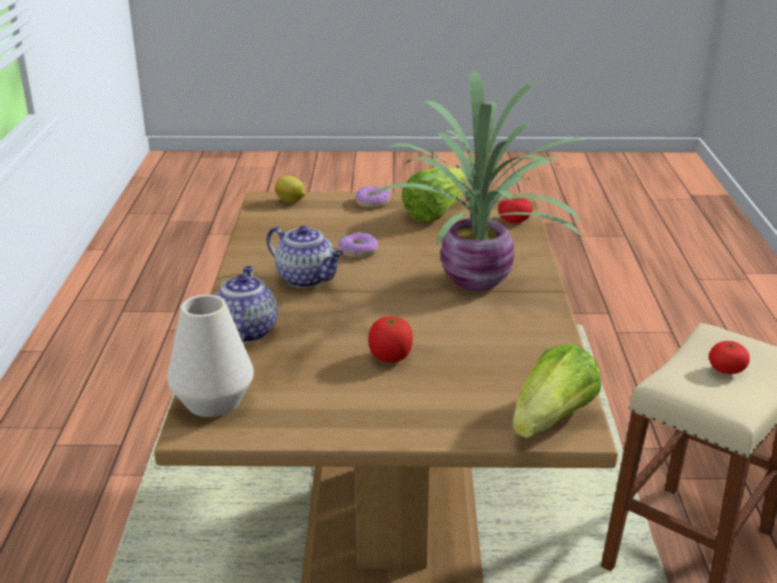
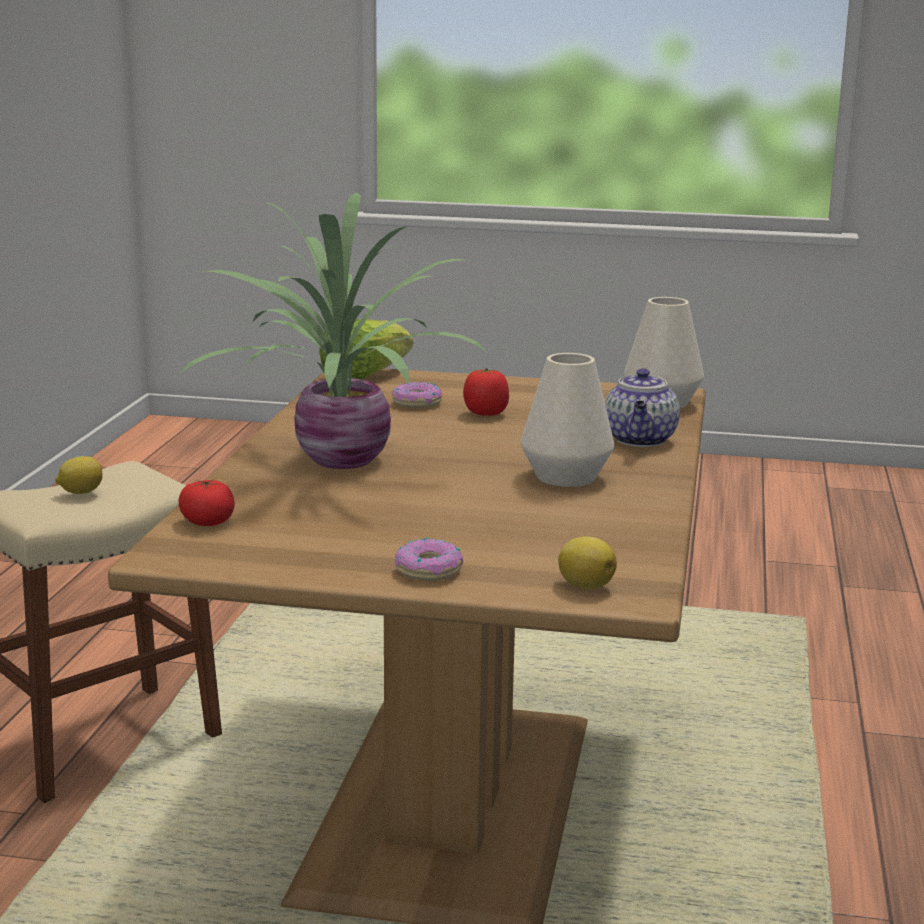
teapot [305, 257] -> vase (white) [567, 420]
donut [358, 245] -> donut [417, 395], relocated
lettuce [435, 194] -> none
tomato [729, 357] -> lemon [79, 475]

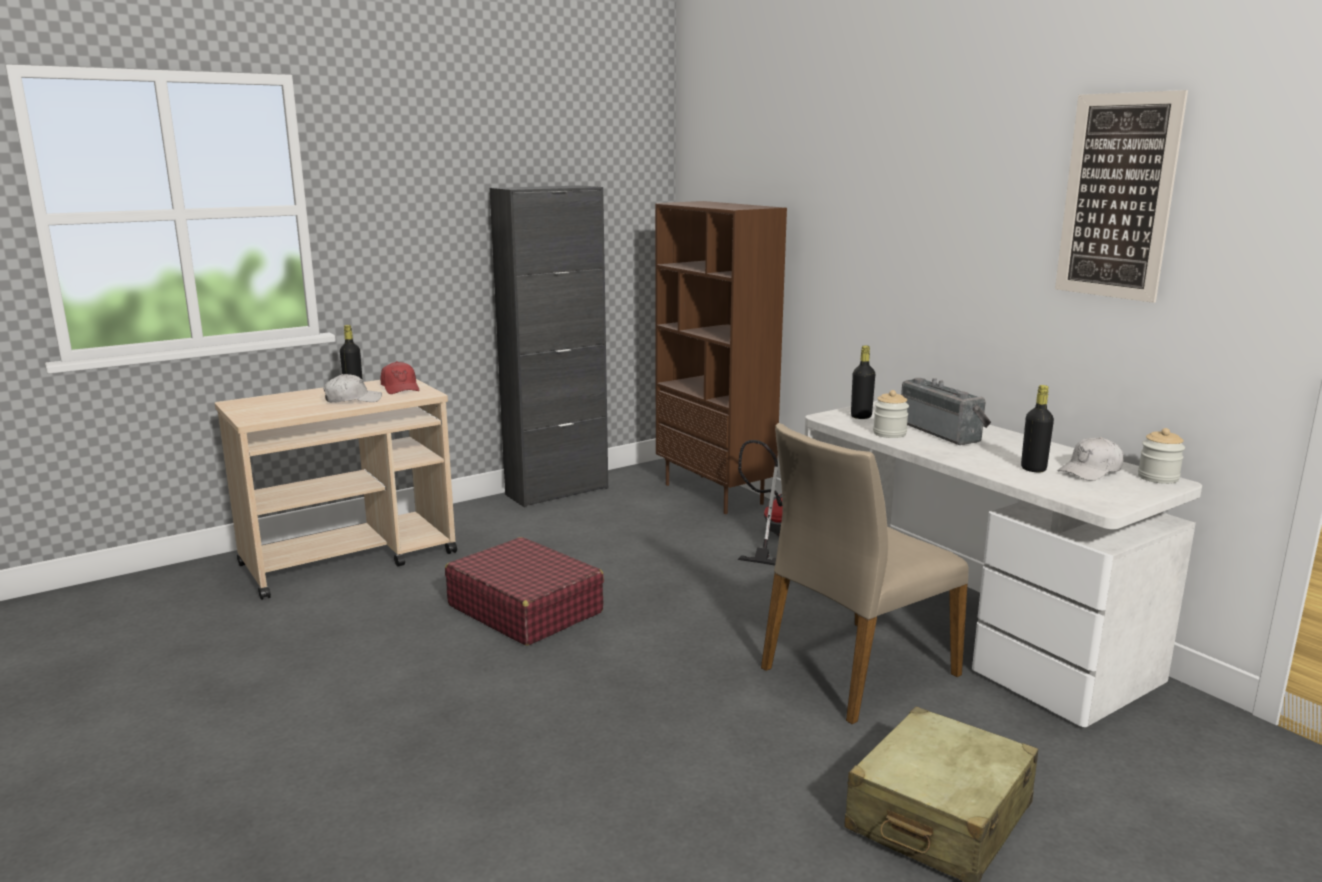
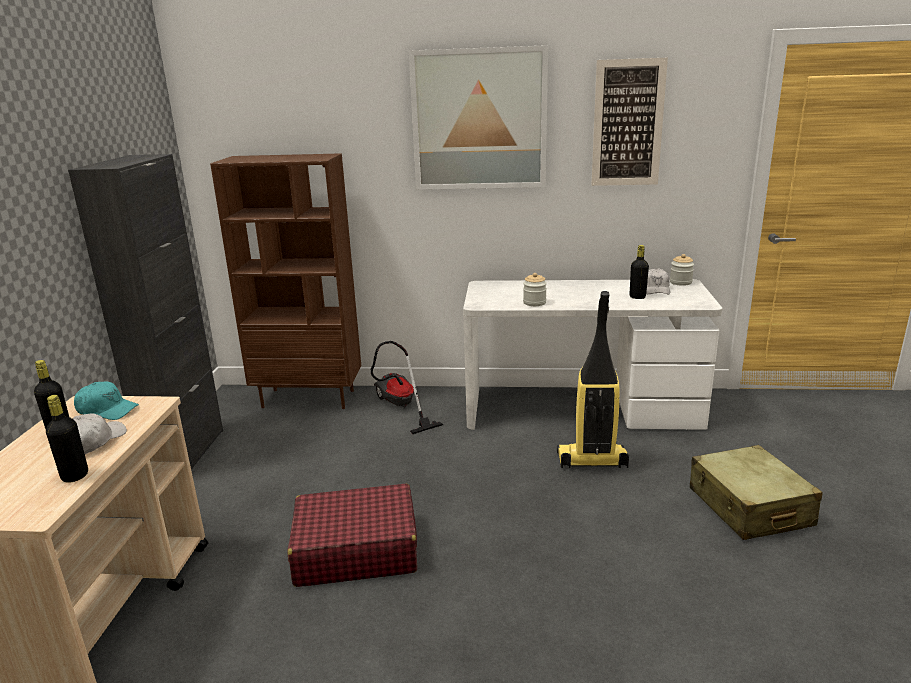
cap (red) [399, 377] -> cap (turquoise) [106, 401]
chair (beige) [865, 573] -> vacuum cleaner [593, 379]
bottle (black) [863, 382] -> bottle (black) [67, 439], relocated
radio [946, 411] -> none
none -> picture [478, 117]

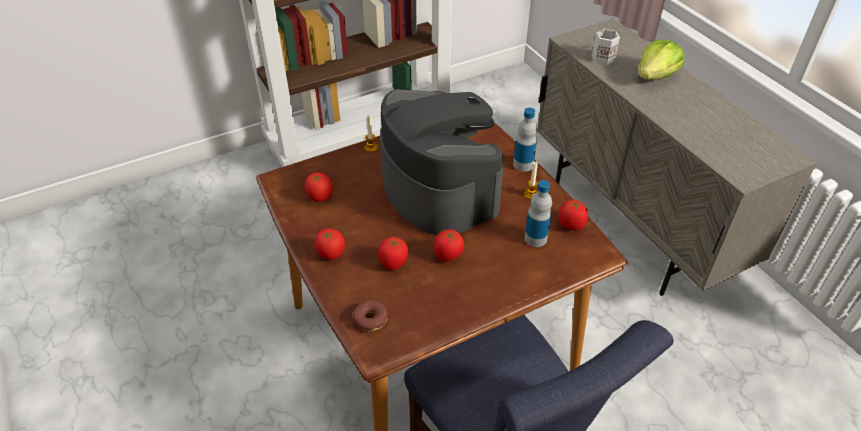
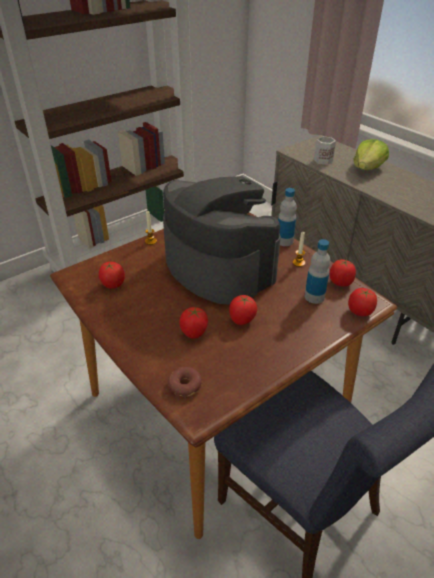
tomato [329, 244] -> tomato [362, 302], relocated

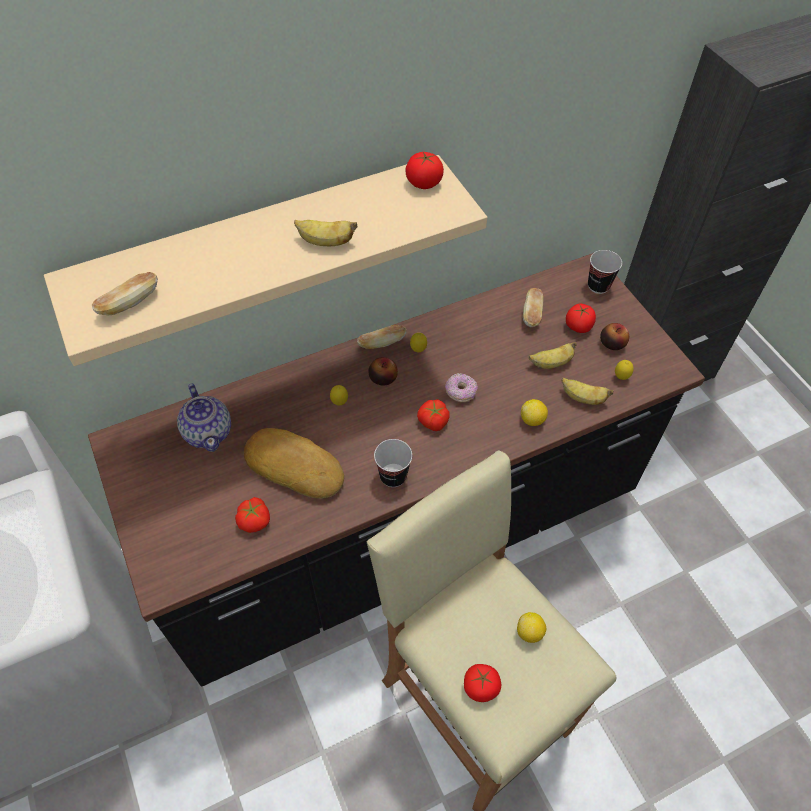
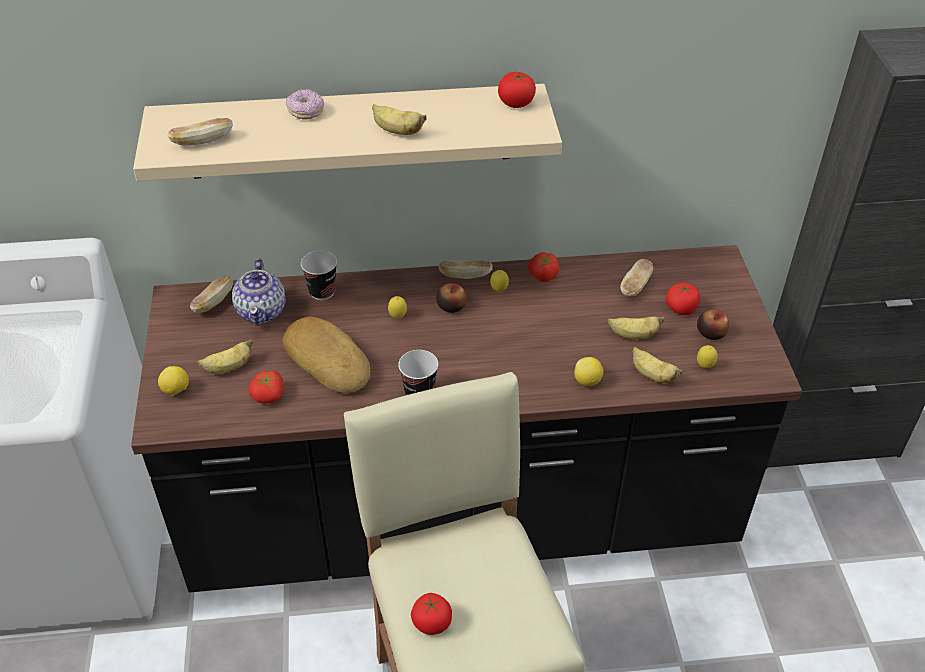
tomato [433, 415] -> tomato [544, 267], relocated
donut [461, 387] -> donut [305, 104], relocated
lemon [531, 627] -> lemon [173, 381], relocated
cup [605, 272] -> cup [319, 275], relocated
none -> bread [211, 294]
none -> banana [225, 356]

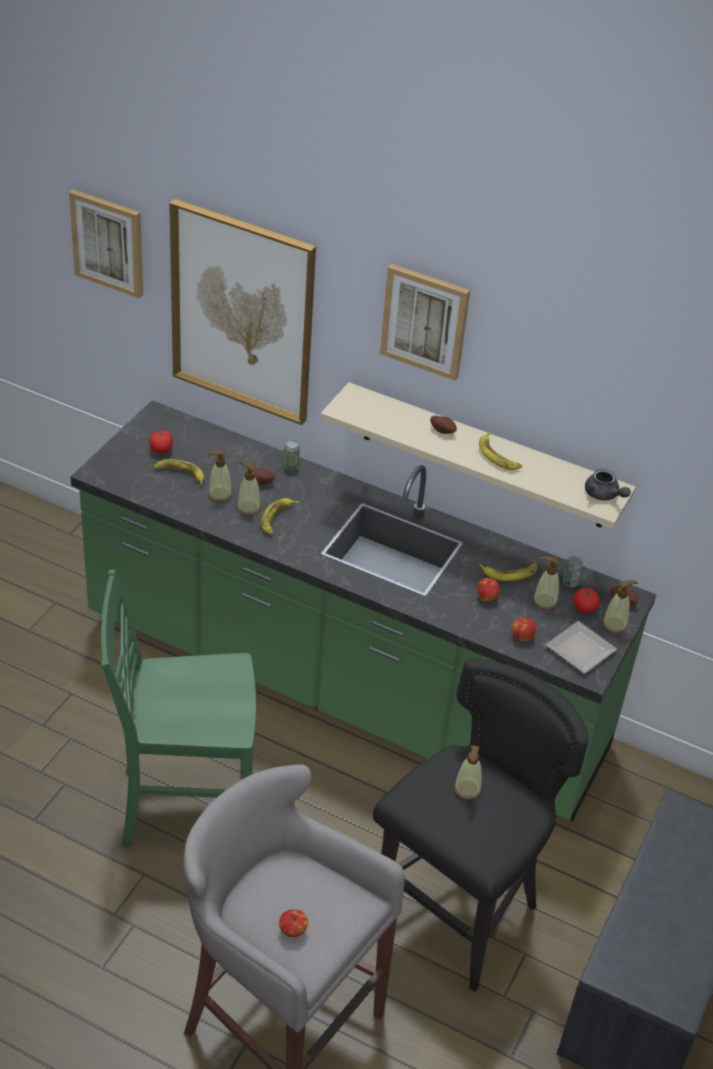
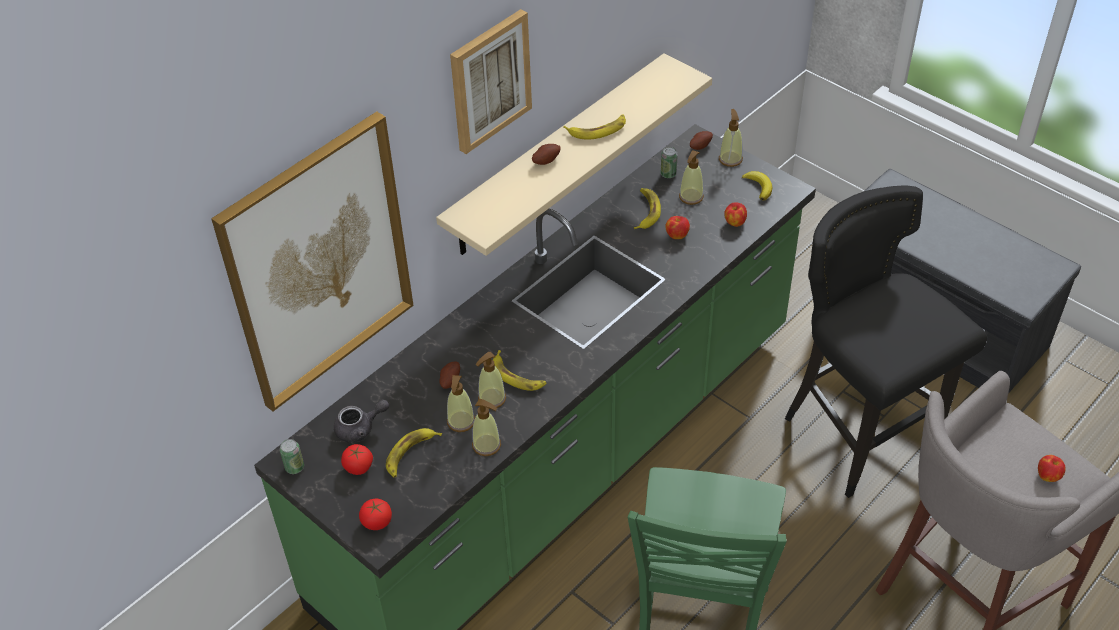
picture [106, 243] -> none
can [292, 455] -> can [292, 456], relocated
soap dispenser [468, 772] -> soap dispenser [486, 427], relocated
plate [581, 647] -> banana [757, 185]
tomato [586, 600] -> tomato [375, 514], relocated
teapot (grey) [608, 485] -> teapot (grey) [361, 421], relocated

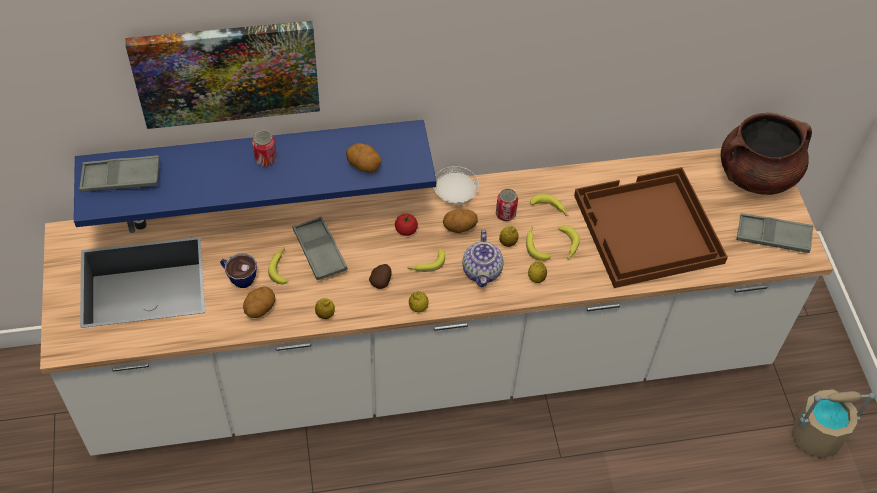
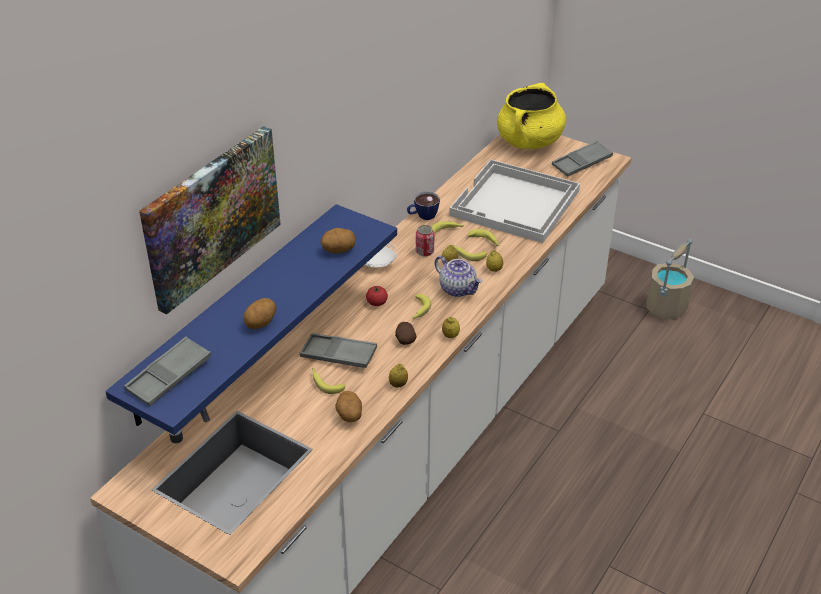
cup [238, 270] -> cup [423, 205], relocated
can [264, 148] -> none
potato [460, 221] -> potato [259, 313], relocated
tray (brown) [651, 227] -> tray (white) [514, 201]
cooking pot (brown) [766, 154] -> cooking pot (yellow) [531, 116]

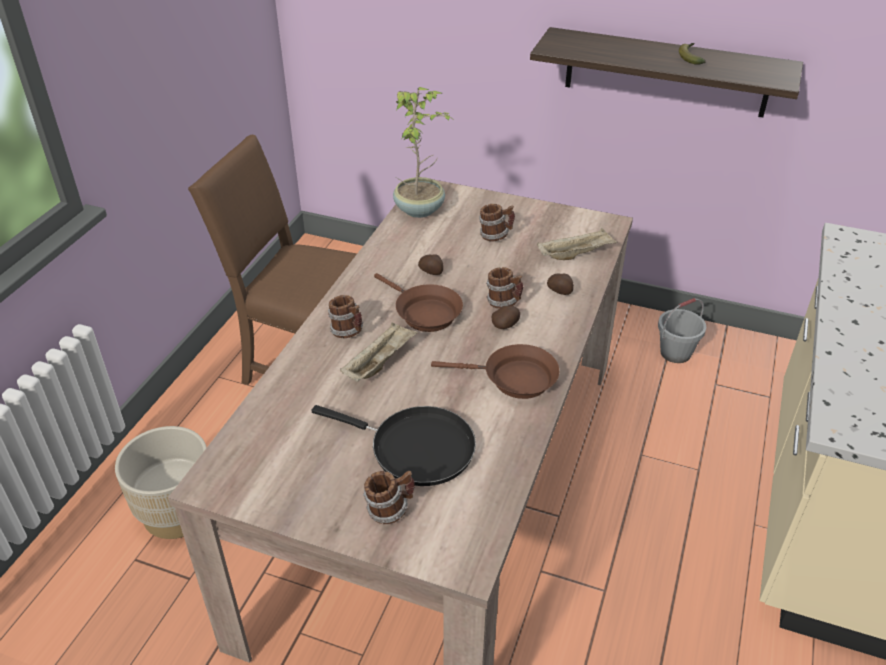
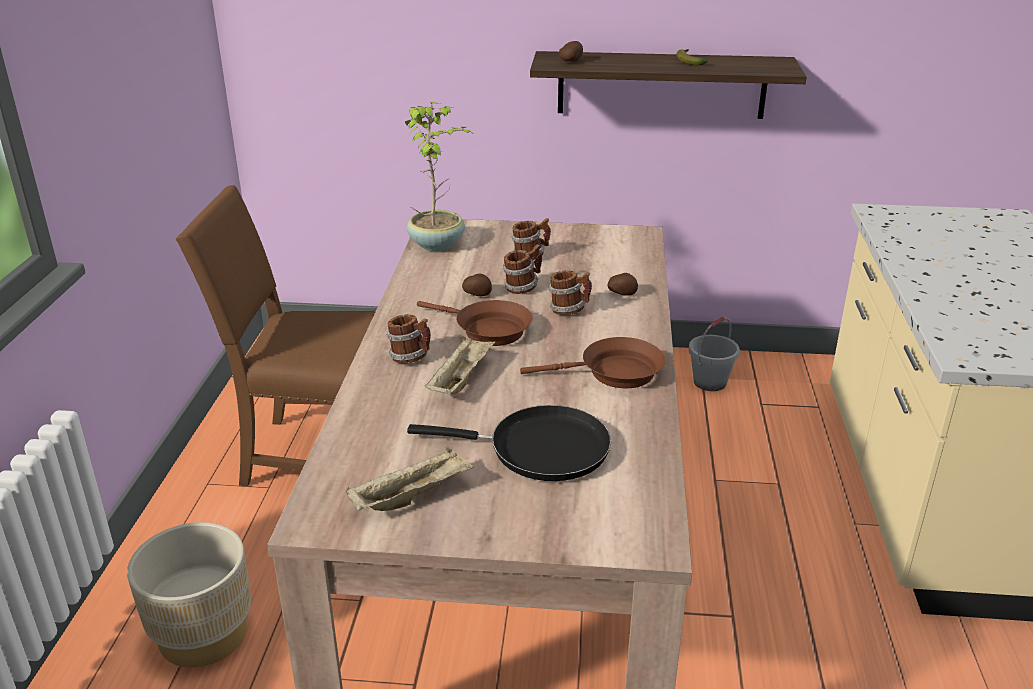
mug [389, 497] -> mug [522, 269], relocated
potato [506, 317] -> potato [571, 51], relocated
tray (beige) [577, 244] -> tray (beige) [410, 479], relocated

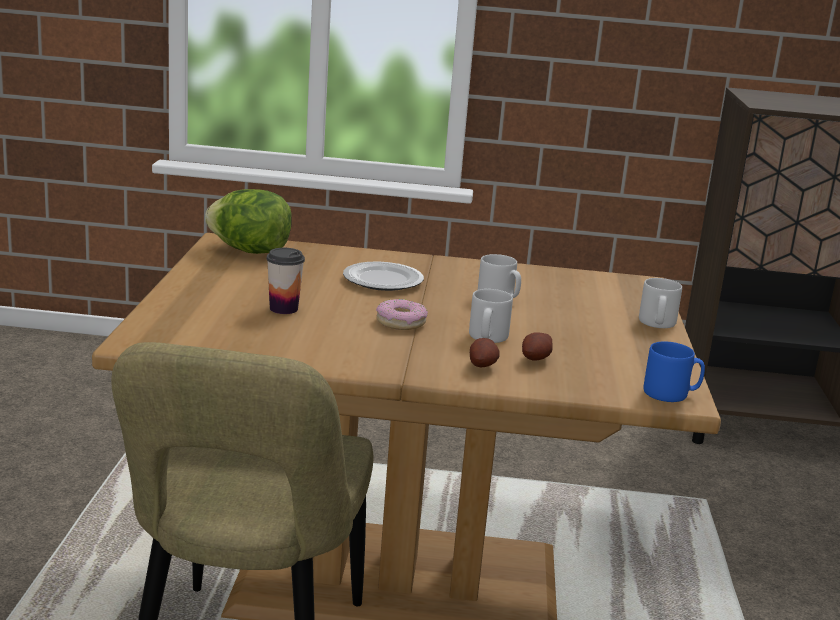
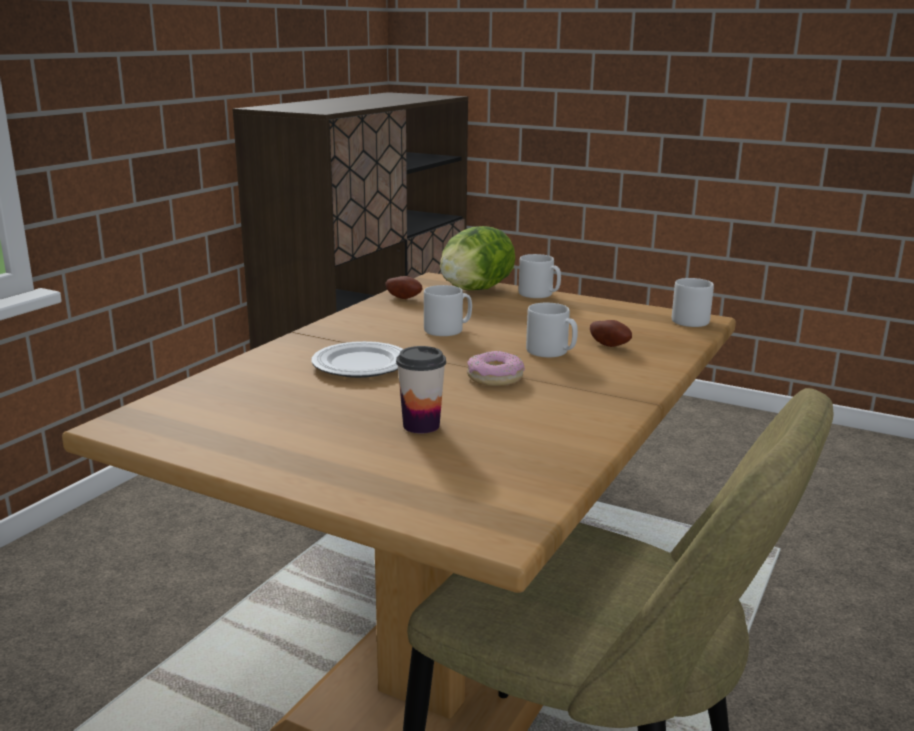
lettuce [248, 221] -> lettuce [477, 258], relocated
potato [485, 352] -> potato [404, 287], relocated
mug (blue) [674, 371] -> mug (grey) [693, 302]

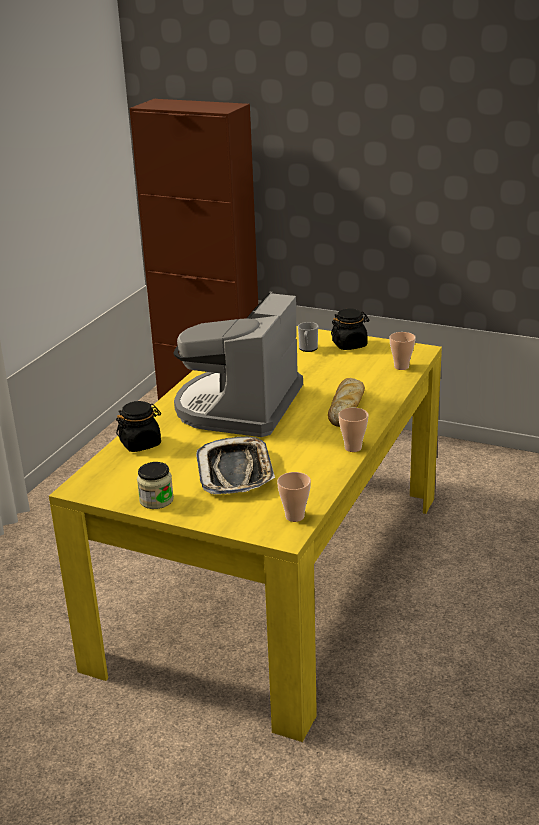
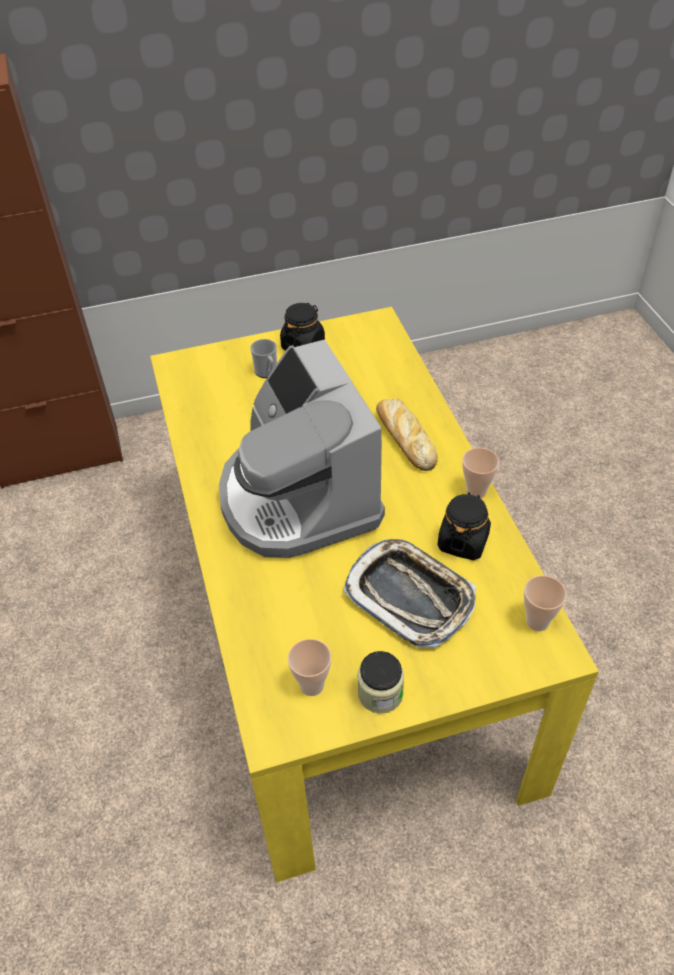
jar (black) [138, 426] -> jar (black) [464, 526], relocated
cup [402, 351] -> cup [309, 667], relocated

